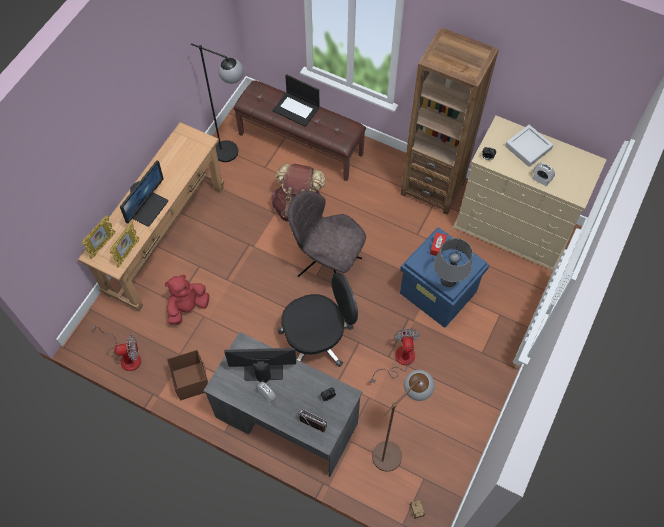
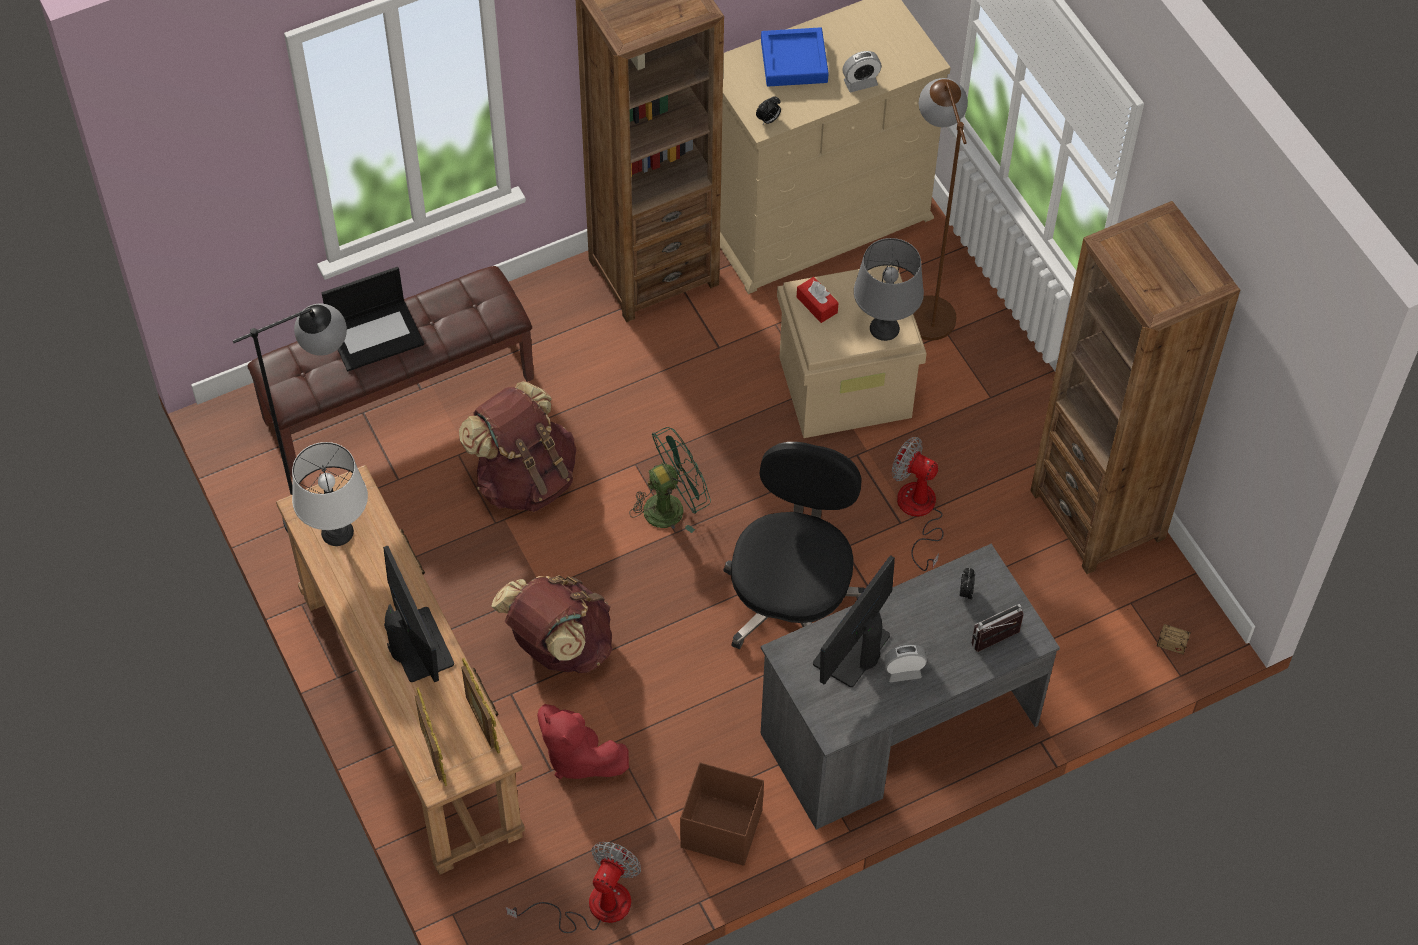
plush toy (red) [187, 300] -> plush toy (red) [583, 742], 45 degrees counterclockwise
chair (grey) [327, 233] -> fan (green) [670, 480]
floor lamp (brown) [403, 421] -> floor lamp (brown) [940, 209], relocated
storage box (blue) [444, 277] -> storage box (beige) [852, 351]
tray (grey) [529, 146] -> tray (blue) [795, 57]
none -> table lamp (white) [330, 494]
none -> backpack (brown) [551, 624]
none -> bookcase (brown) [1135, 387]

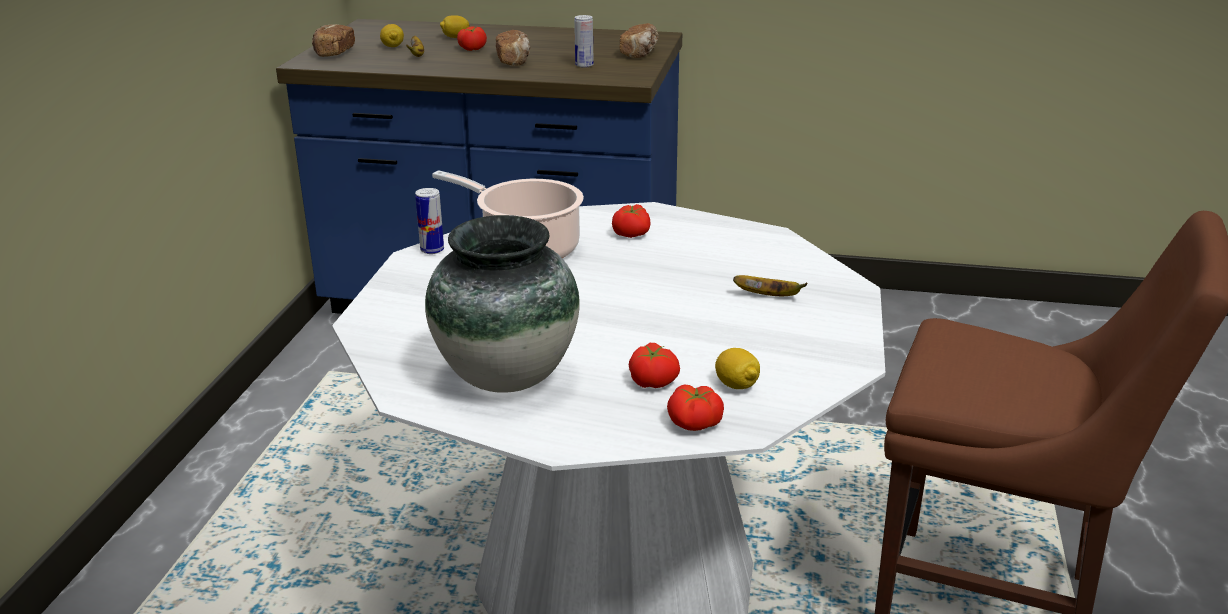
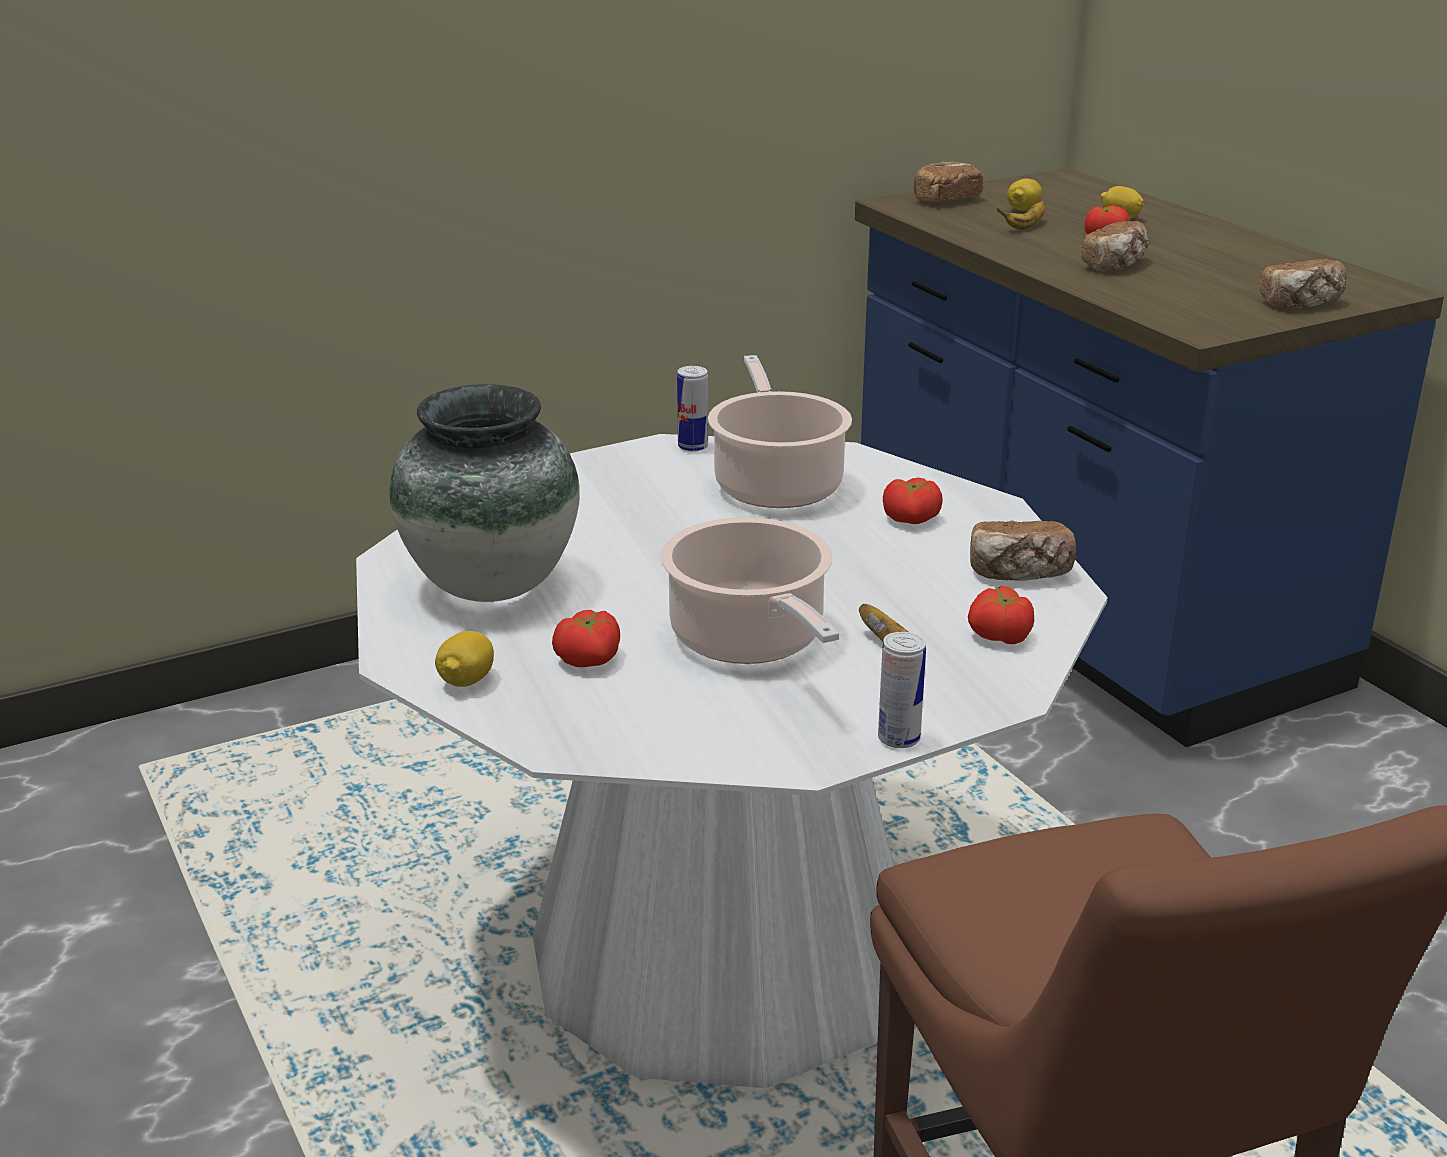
can [584, 41] -> can [902, 690], relocated
tomato [695, 407] -> tomato [1001, 615], relocated
lemon [737, 368] -> lemon [464, 659], relocated
none -> cooking pot [750, 590]
none -> bread [1023, 550]

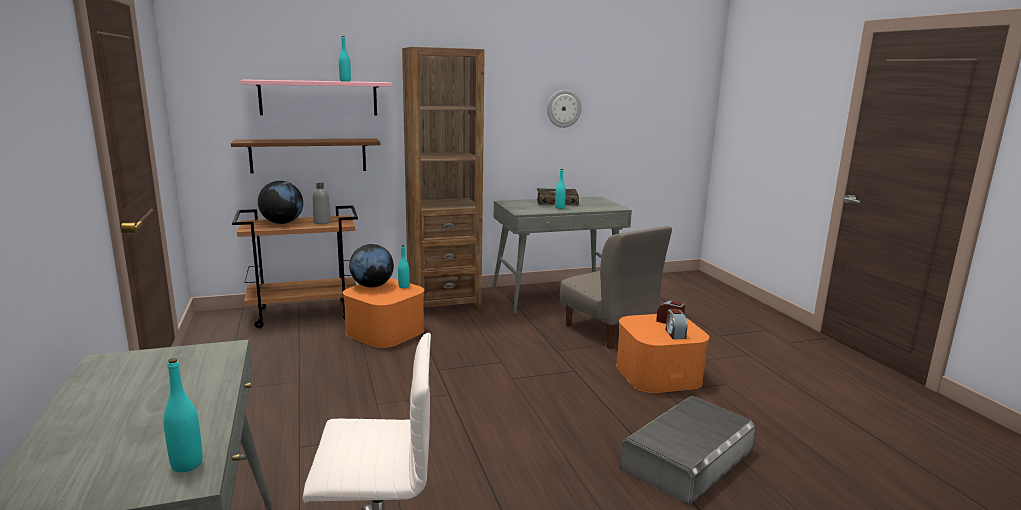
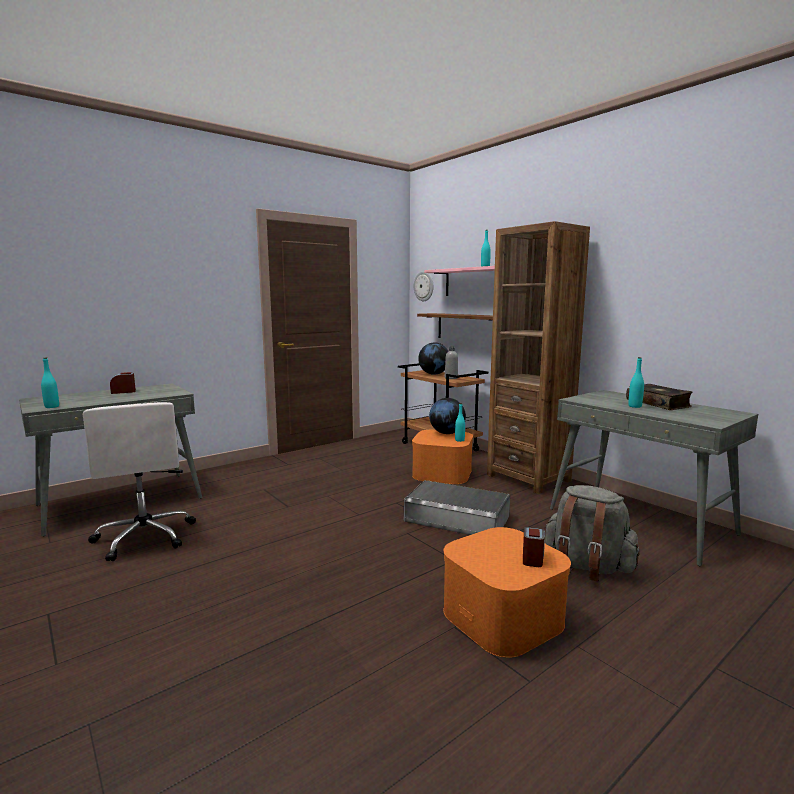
wall clock [564, 109] -> wall clock [423, 286], relocated
chair (grey) [616, 288] -> backpack (grey) [592, 533]
storage box (grey) [688, 450] -> storage box (grey) [457, 507], relocated
alarm clock [676, 324] -> alarm clock [123, 383], relocated

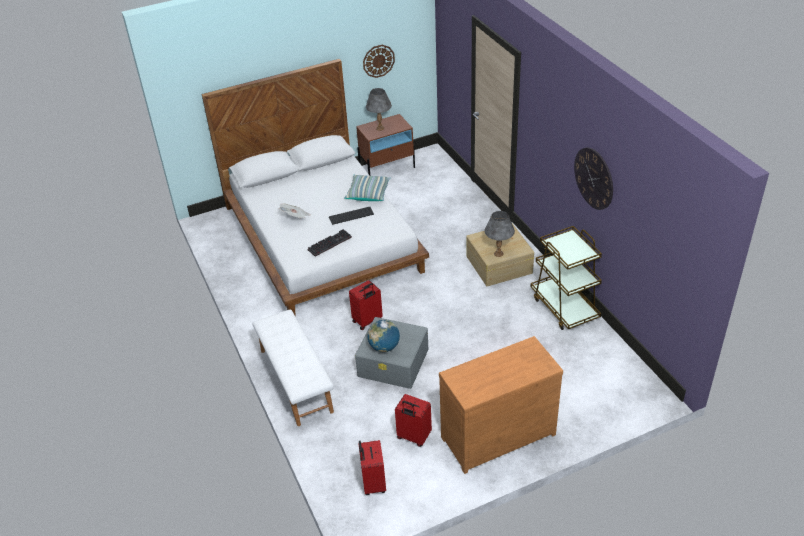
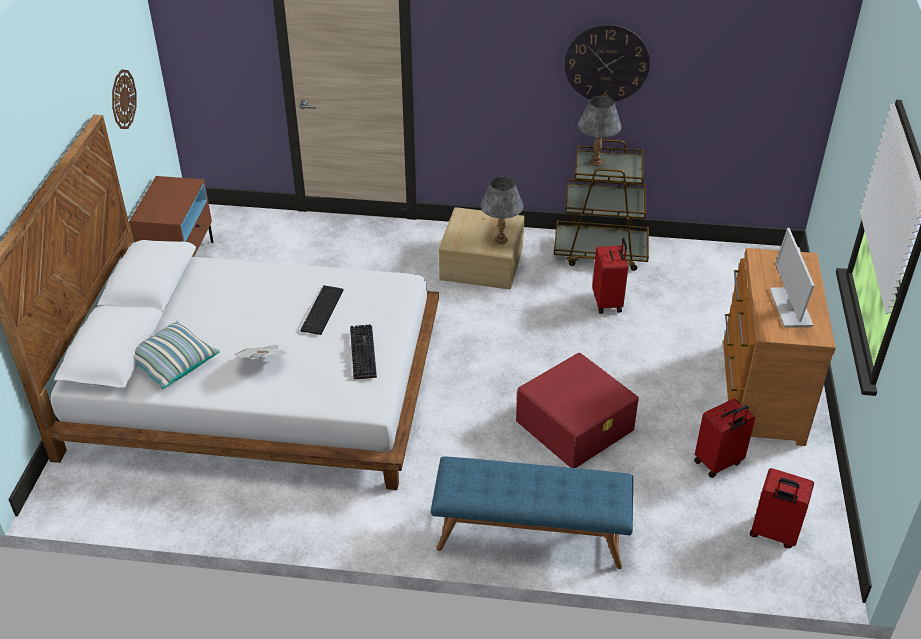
bench (white) [293, 367] -> bench (blue) [532, 512]
pillow [367, 188] -> pillow [177, 354], relocated
suitcase (red) [366, 305] -> suitcase (red) [610, 276], relocated
storage box (grey) [391, 353] -> storage box (red) [577, 410]
table lamp (grey) [379, 109] -> table lamp (grey) [599, 131], relocated
globe [384, 336] -> none
none -> monitor [792, 277]

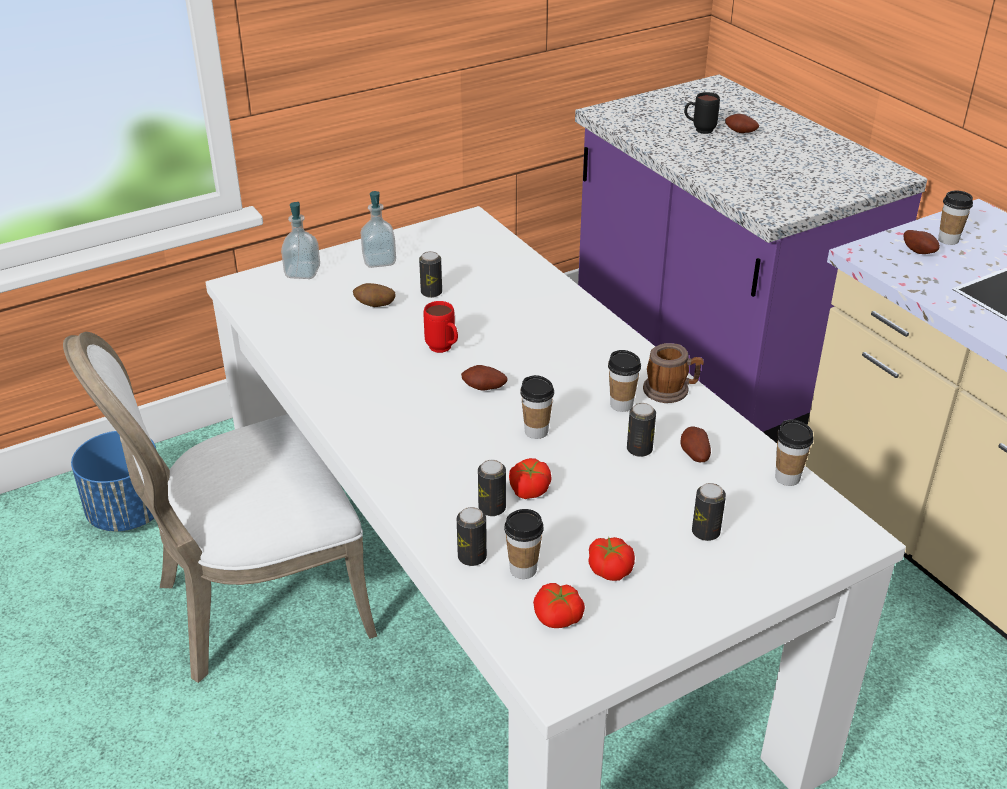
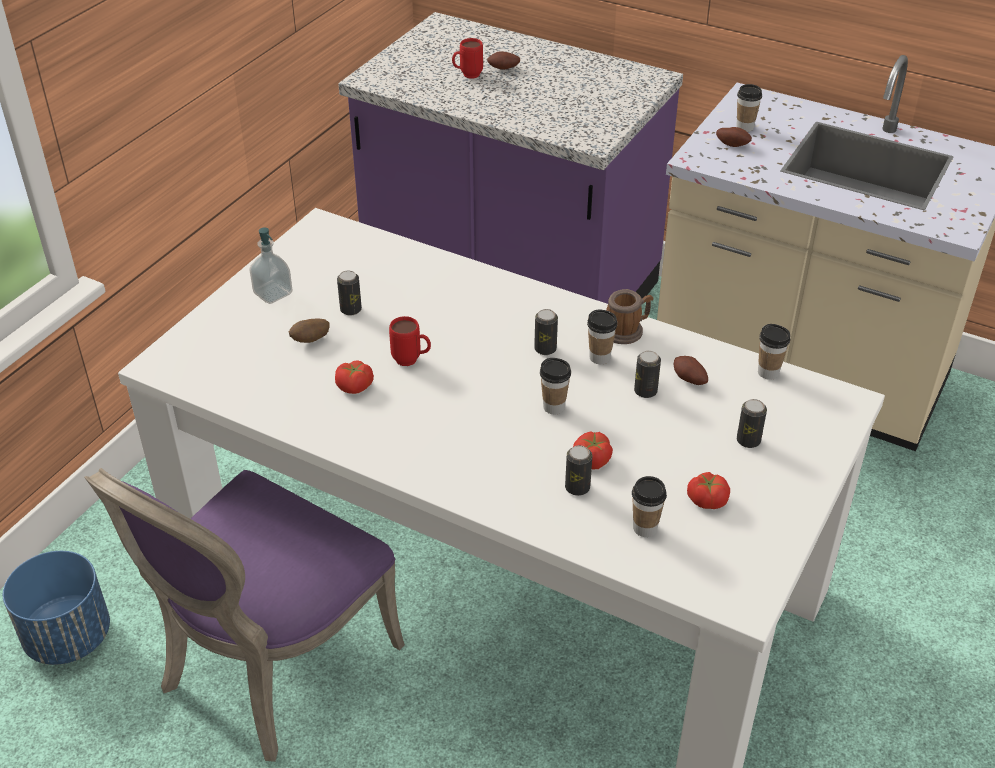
chair (white) [220, 507] -> chair (purple) [244, 615]
soap dispenser [300, 240] -> none
can [472, 536] -> can [546, 332], relocated
potato [484, 378] -> none
tomato [559, 605] -> tomato [354, 377], relocated
mug (black) [702, 113] -> mug (red) [467, 58]

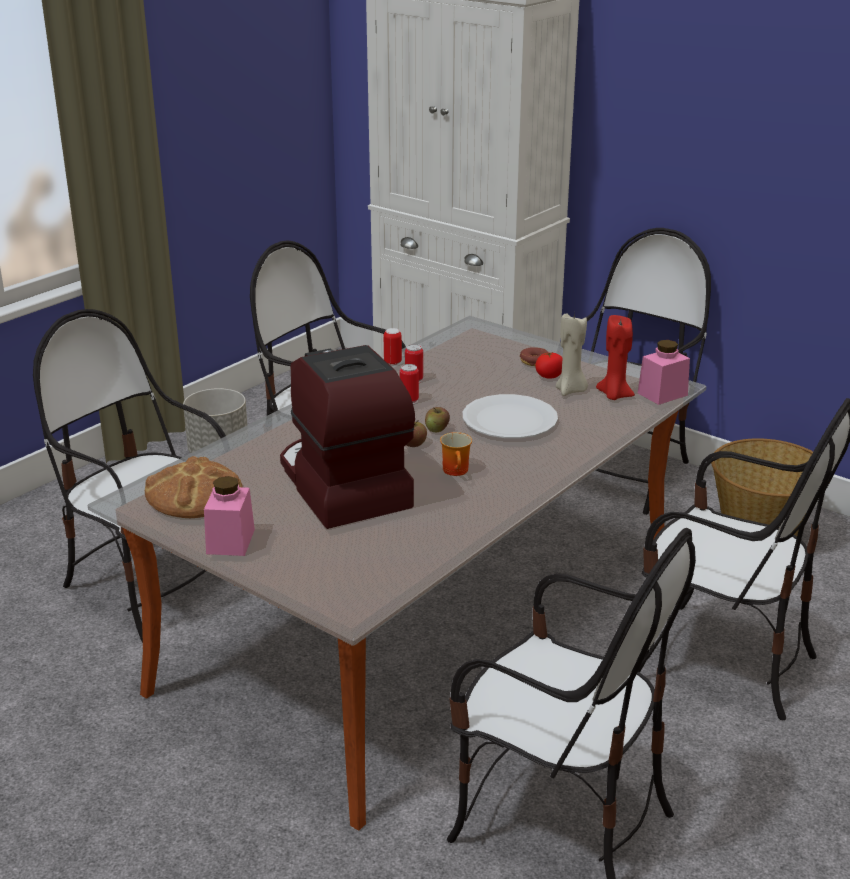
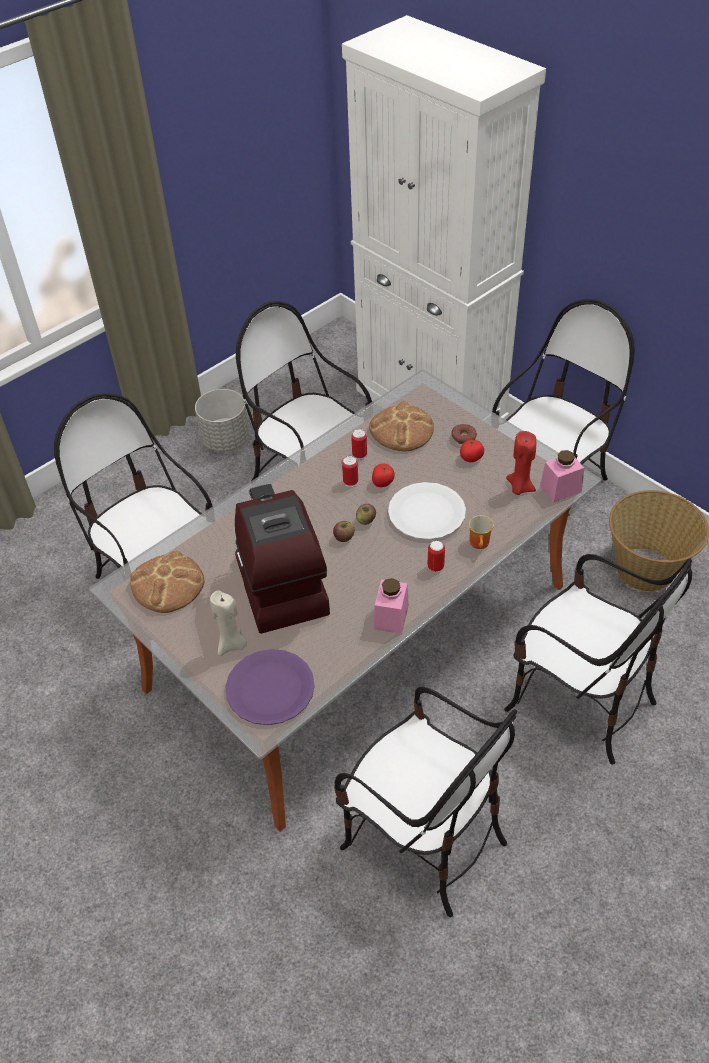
jar (pink) [229, 516] -> jar (pink) [391, 606], relocated
can [393, 346] -> can [436, 556], relocated
mug [456, 454] -> mug [481, 532], relocated
candle (beige) [572, 354] -> candle (beige) [228, 623], relocated
none -> plate (purple) [270, 687]
none -> bread [401, 426]
none -> tomato [383, 475]

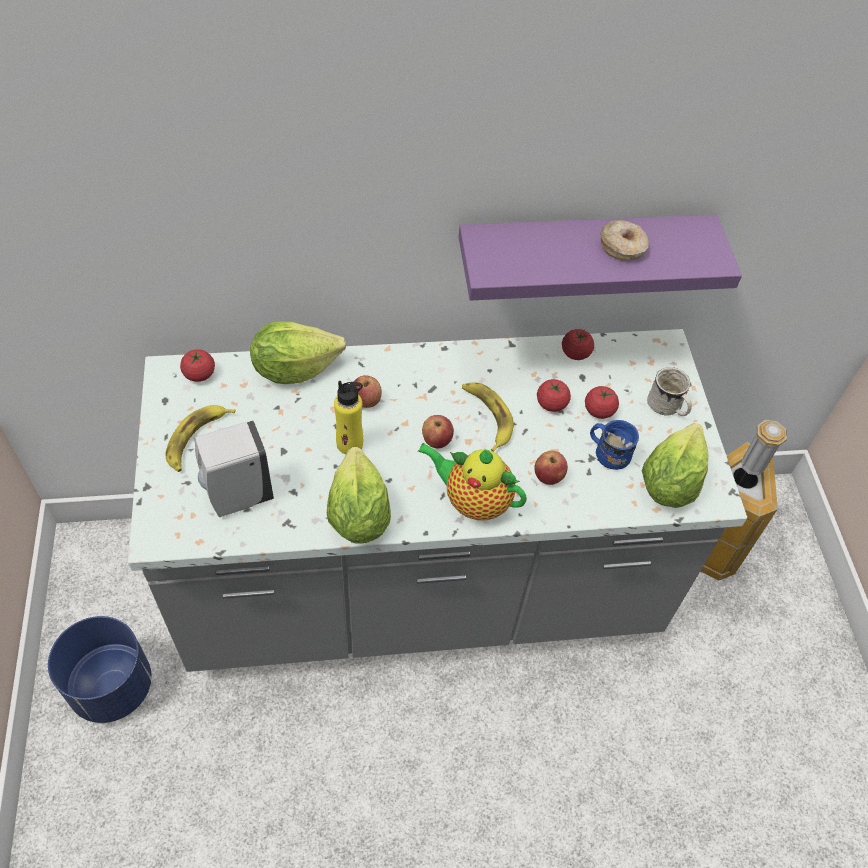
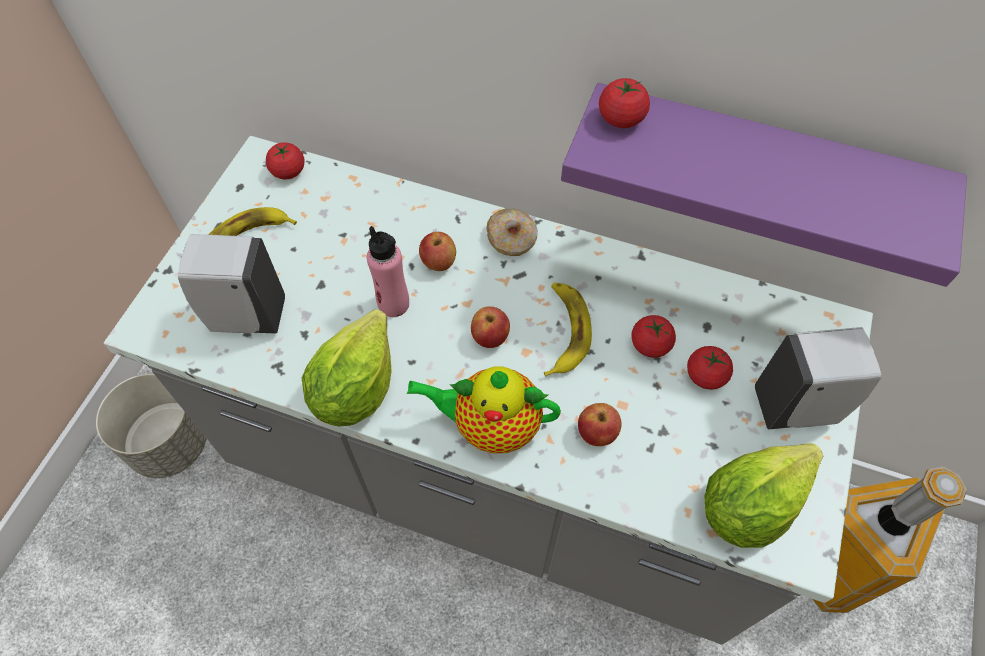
planter (blue) [99, 669] -> planter (grey) [151, 426]
lettuce [298, 352] -> none
bottle (yellow) [348, 417] -> bottle (pink) [388, 271]
teapot [472, 481] -> teapot [484, 409], 45 degrees counterclockwise
tomato [578, 344] -> tomato [624, 103], relocated
mug (blue) [614, 445] -> none
donut [624, 240] -> donut [512, 232], relocated
mug (white) [669, 391] -> soap dispenser (white) [818, 378]

